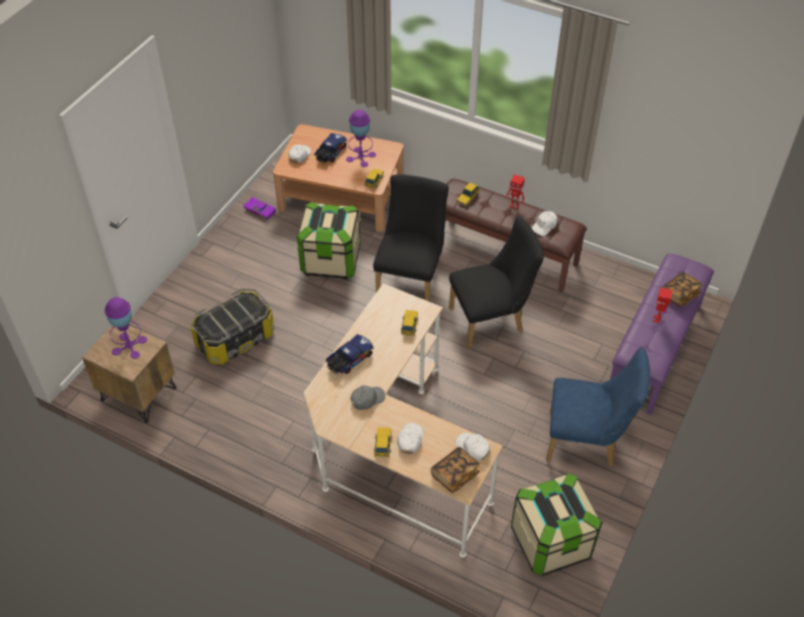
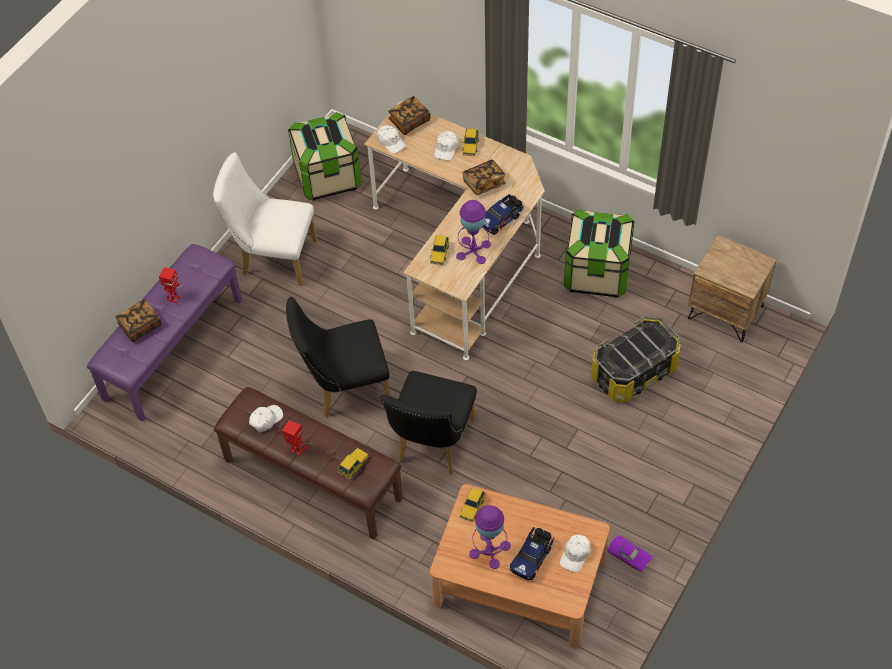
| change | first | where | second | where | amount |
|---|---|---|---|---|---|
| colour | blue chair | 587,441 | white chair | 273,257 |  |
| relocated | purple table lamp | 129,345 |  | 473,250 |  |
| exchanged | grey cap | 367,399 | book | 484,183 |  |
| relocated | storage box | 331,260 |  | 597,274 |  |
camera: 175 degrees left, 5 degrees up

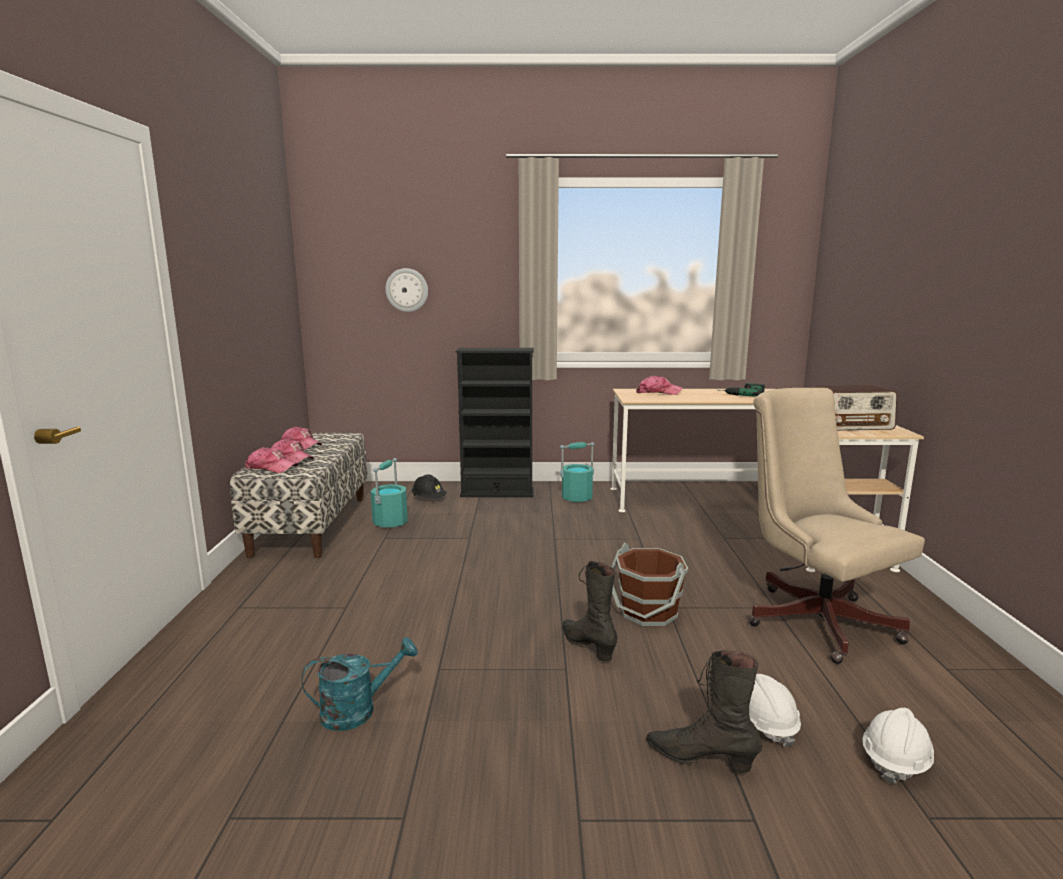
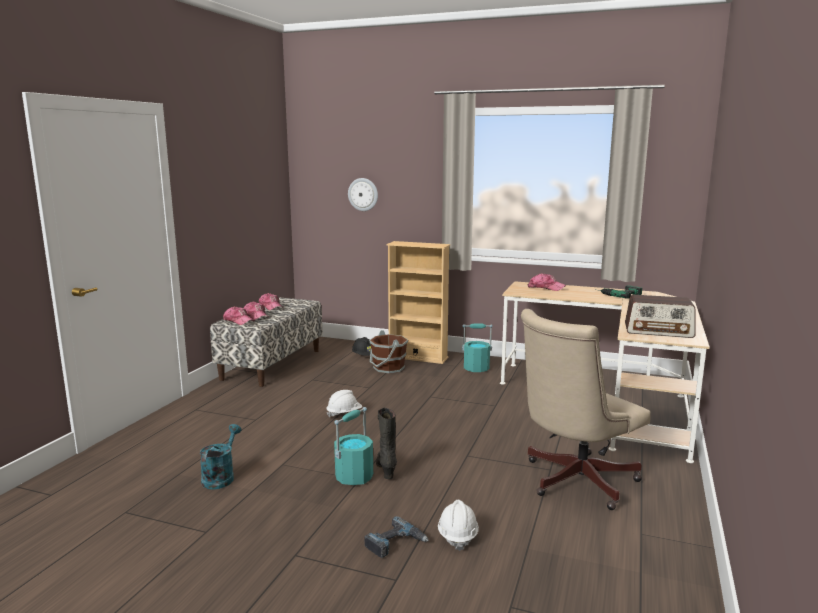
| change | first | where | second | where | amount |
|---|---|---|---|---|---|
| spun | turquoise watering can | 358,710 |  | 221,477 | 75 degrees counterclockwise |
| relocated | white hard hat | 895,761 |  | 344,413 |  |
| relocated | turquoise bucket | 390,522 |  | 354,476 |  |
| exchanged | black boot | 700,758 | power drill | 395,543 |  |
| relocated | brown bucket | 648,612 |  | 388,368 |  |
| colour | black bookcase | 497,493 | beige bookcase | 418,357 |  |
| spun | beige office chair | 813,617 |  | 574,481 | 120 degrees counterclockwise |
camera: 20 degrees right, 0 degrees up

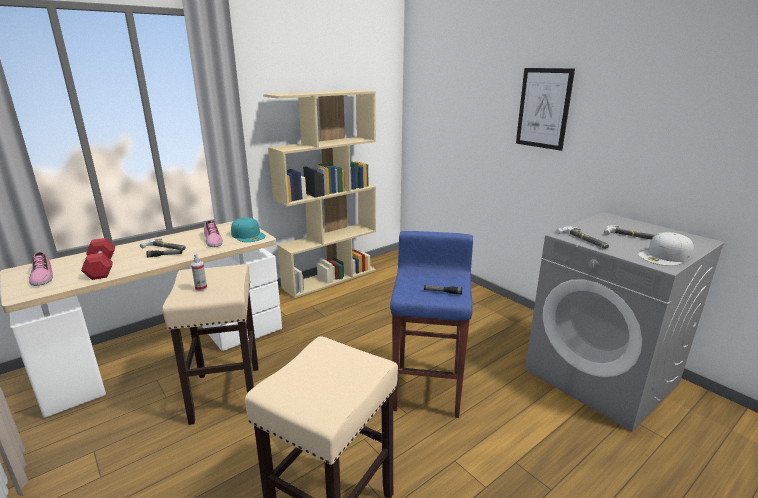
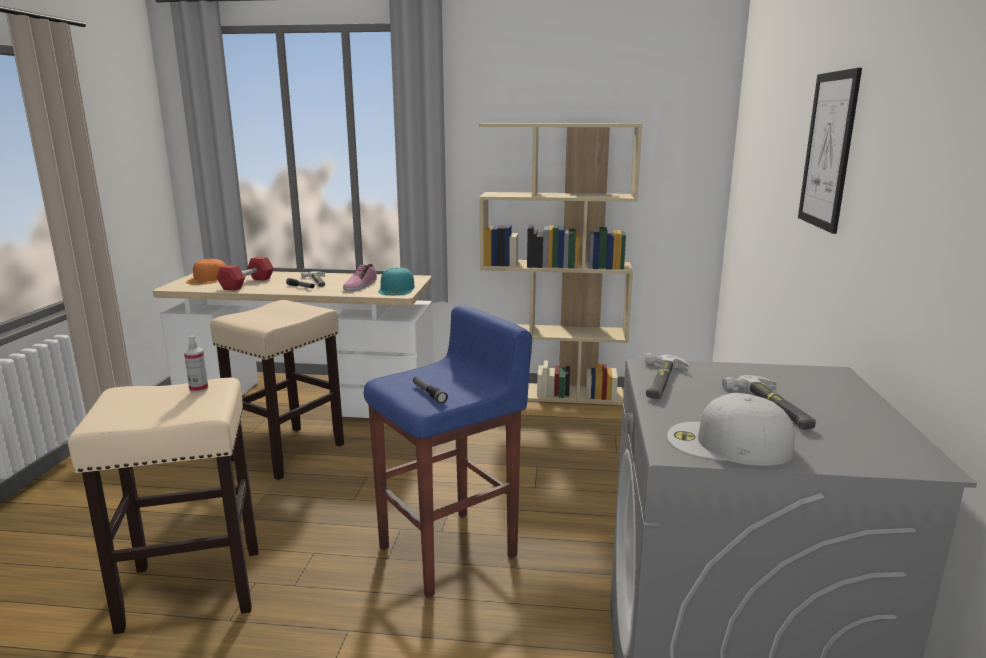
| change | first | where | second | where | amount |
|---|---|---|---|---|---|
| relocated | spray bottle | 201,288 |  | 199,389 |  |
| exchanged | shoe | 41,276 | orange cap | 208,279 |  |
camera: 45 degrees right, 5 degrees down

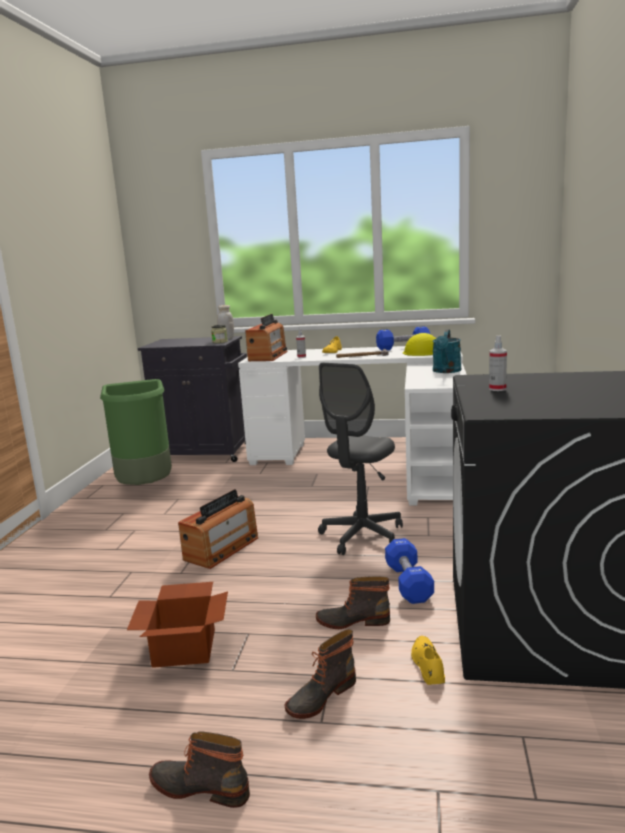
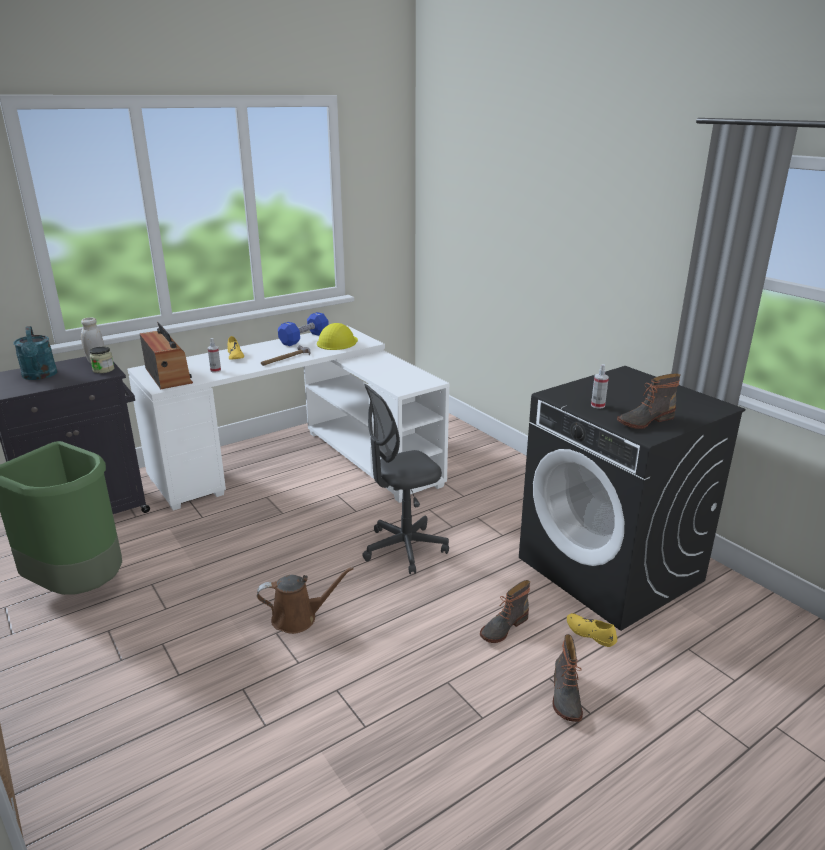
| change | first | where | second | where | amount |
|---|---|---|---|---|---|
| relocated | turquoise watering can | 446,371 |  | 40,376 |  |
| exchanged | radio | 222,548 | brown watering can | 299,618 |  |
| spun | grey office chair | 362,536 |  | 404,548 | 75 degrees clockwise |
| relocated | boot | 201,786 |  | 644,420 |  |
| missing | cardboard box | 186,646 |  |  |  |
| missing | blue dumbbell | 408,583 |  |  |  |
camera: 45 degrees left, 10 degrees up

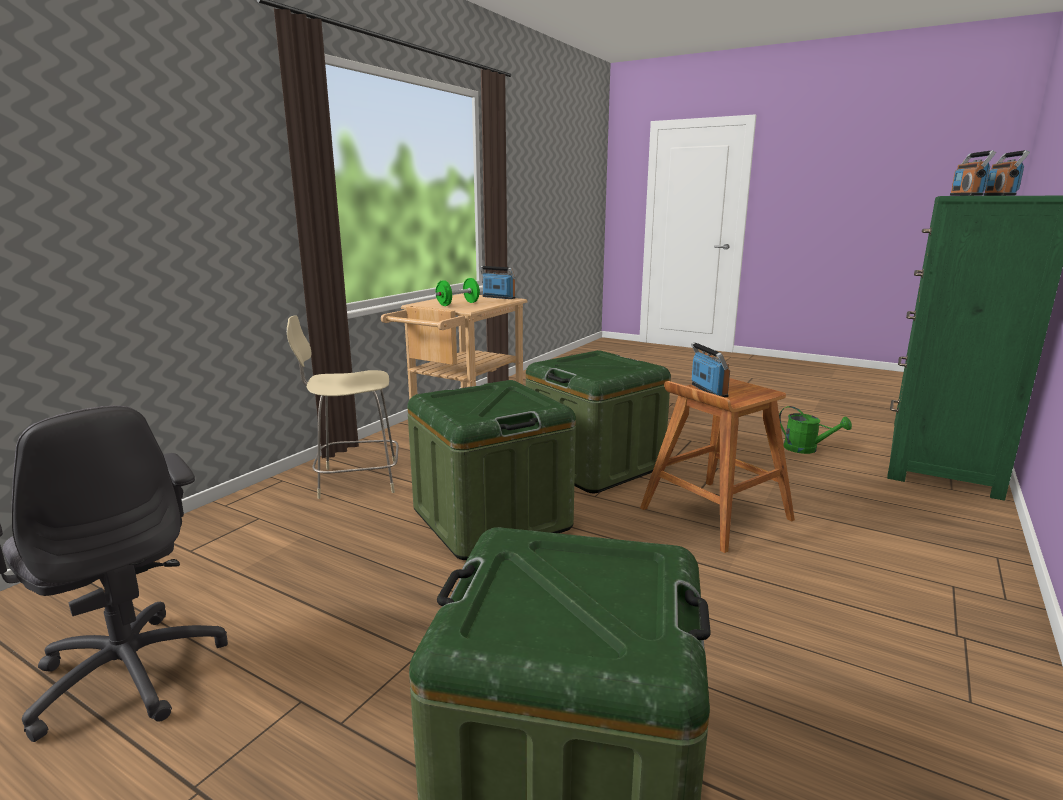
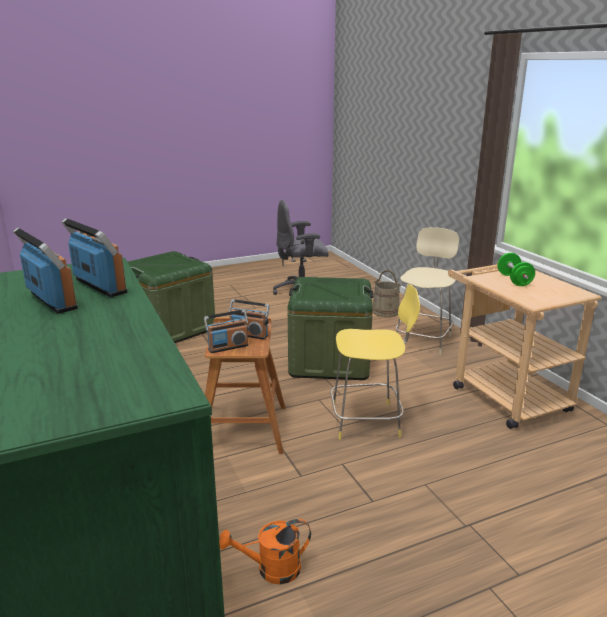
| change | first | where | second | where | amount |
|---|---|---|---|---|---|
| relocated | radio | 498,297 |  | 228,347 |  |
| colour | green watering can | 806,449 | orange watering can | 271,570 |  |
| exchanged | green storage box | 594,464 | yellow stool | 368,421 |  |
| appeared |  |  | beige bucket | 385,312 |  |
camera: 125 degrees right, 5 degrees up

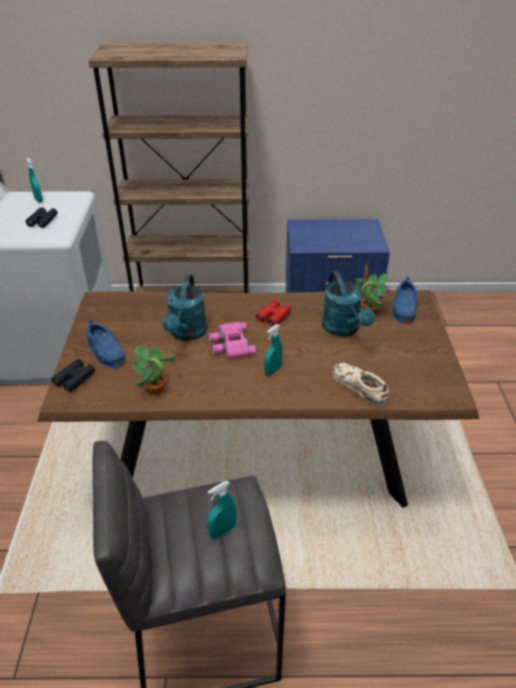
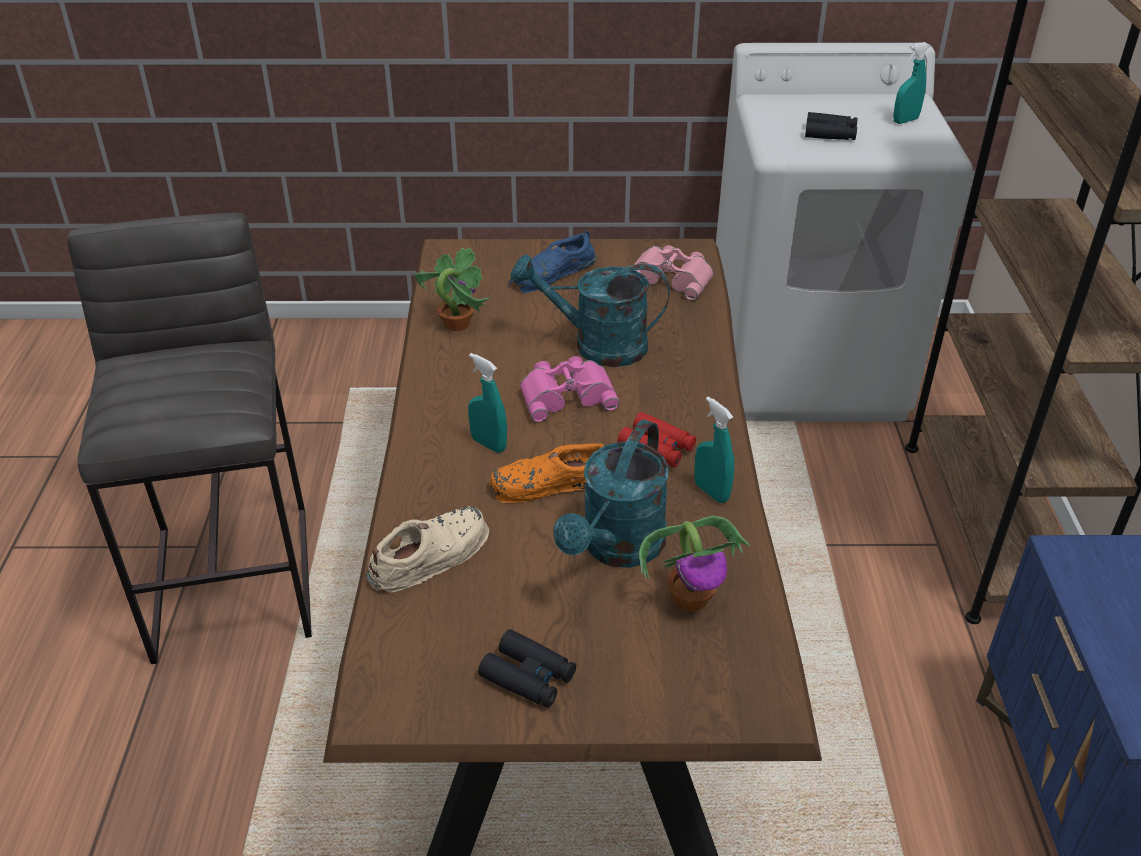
| change | first | where | second | where | amount |
|---|---|---|---|---|---|
| relocated | black binoculars | 75,378 |  | 528,676 |  |
| appeared |  |  | orange shoe | 550,484 |  |
| spun | turquoise watering can | 344,329 |  | 617,549 | 45 degrees counterclockwise |
| appeared |  |  | pink binoculars | 672,277 |  |
| relocated | turquoise spray bottle | 222,531 |  | 711,492 |  |
| missing | blue shoe | 404,307 |  |  |  |
camera: 90 degrees right, 0 degrees up

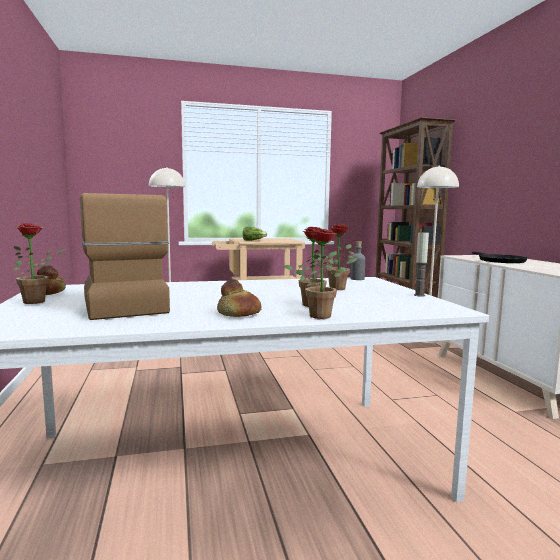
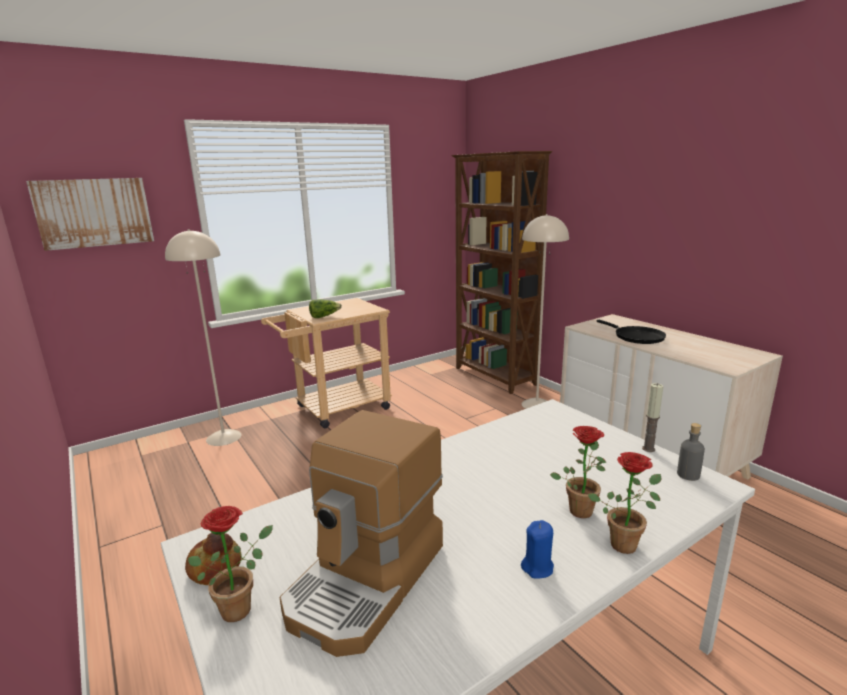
| change | first | where | second | where | amount |
|---|---|---|---|---|---|
| appeared |  |  | picture | 94,212 |  |
| spun | coffee machine | 121,304 |  | 368,580 | 105 degrees counterclockwise |
| exchanged | bread | 238,314 | blue candle | 537,567 |  |
| relocated | grey bottle | 357,279 |  | 688,475 |  |
| missing | potted plant | 337,288 |  |  |  |
camera: 20 degrees left, 10 degrees up

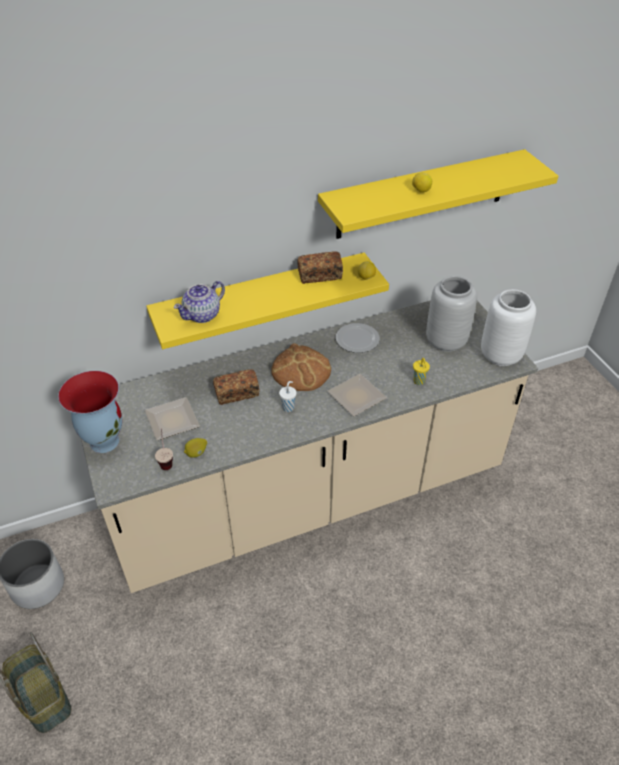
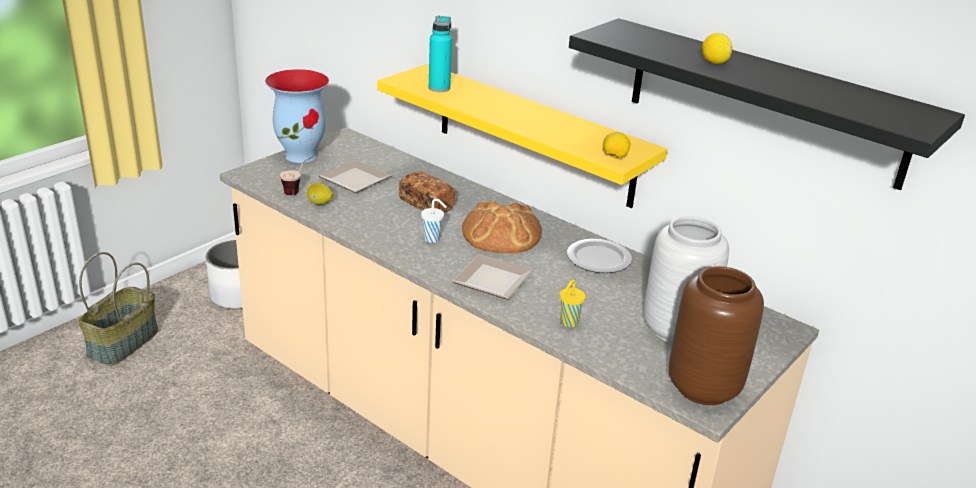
| change | first | where | second | where | amount |
|---|---|---|---|---|---|
| exchanged | teapot | 202,315 | turquoise bottle | 439,88 |  |
| colour | yellow shelf | 422,195 | black shelf | 764,102 |  |
| colour | white vase | 499,356 | brown vase | 702,387 |  |
| missing | bread | 319,275 |  |  |  |
camera: 60 degrees right, 15 degrees down

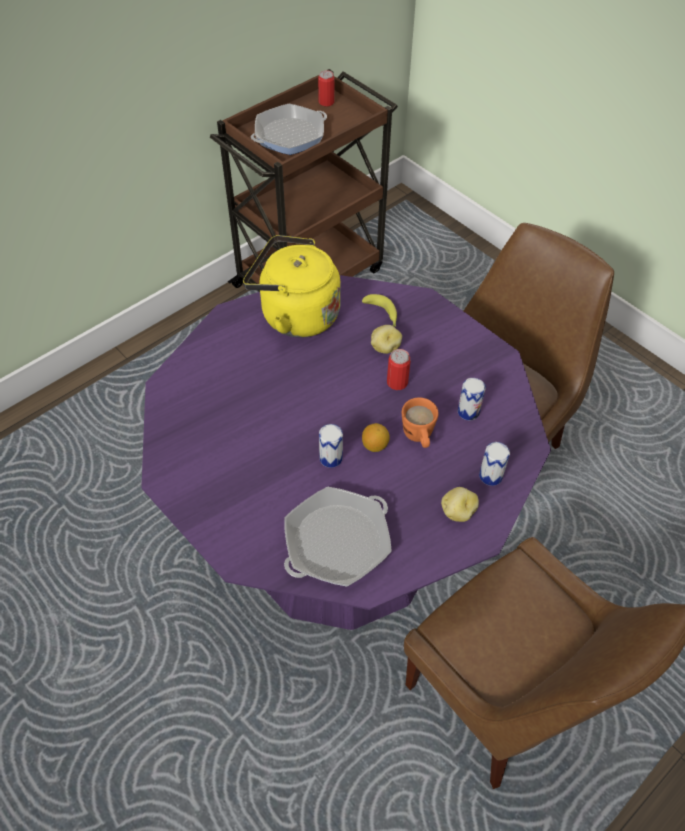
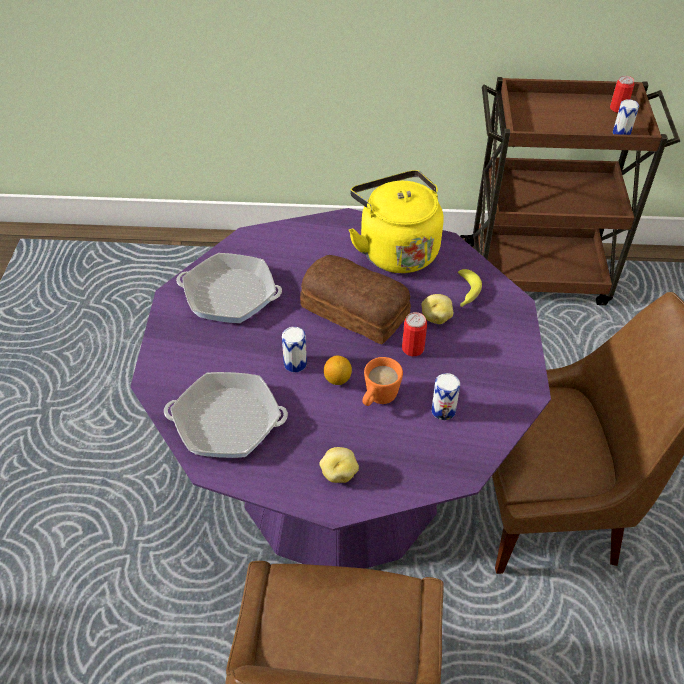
| change | first | where | second | where | amount |
|---|---|---|---|---|---|
| relocated | frying pan | 289,135 |  | 230,295 |  |
| appeared |  |  | bread | 354,308 |  |
| relocated | can | 490,476 |  | 621,133 |  |
camera: 45 degrees right, 5 degrees down

